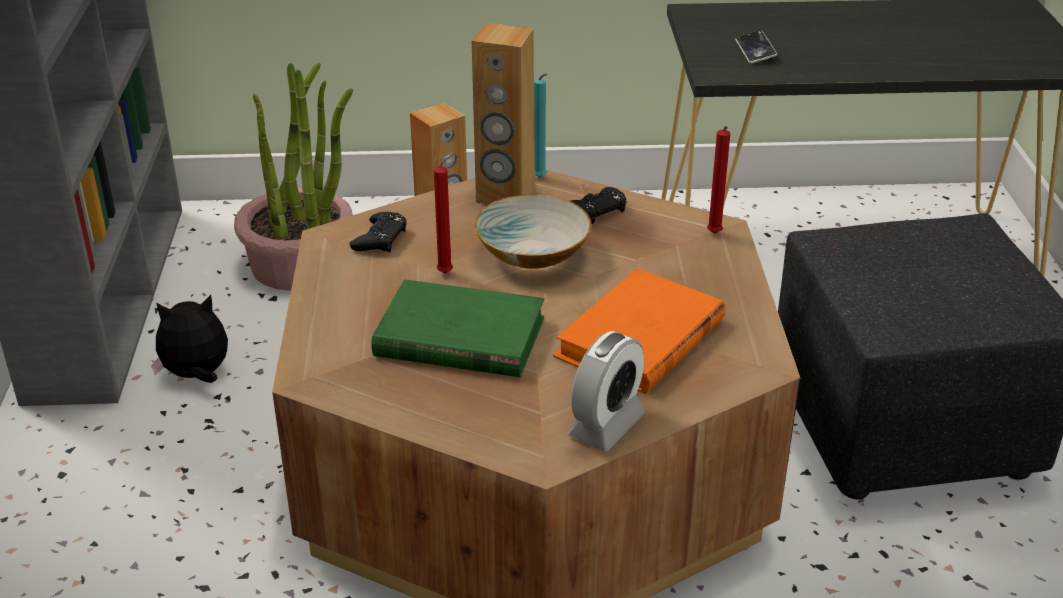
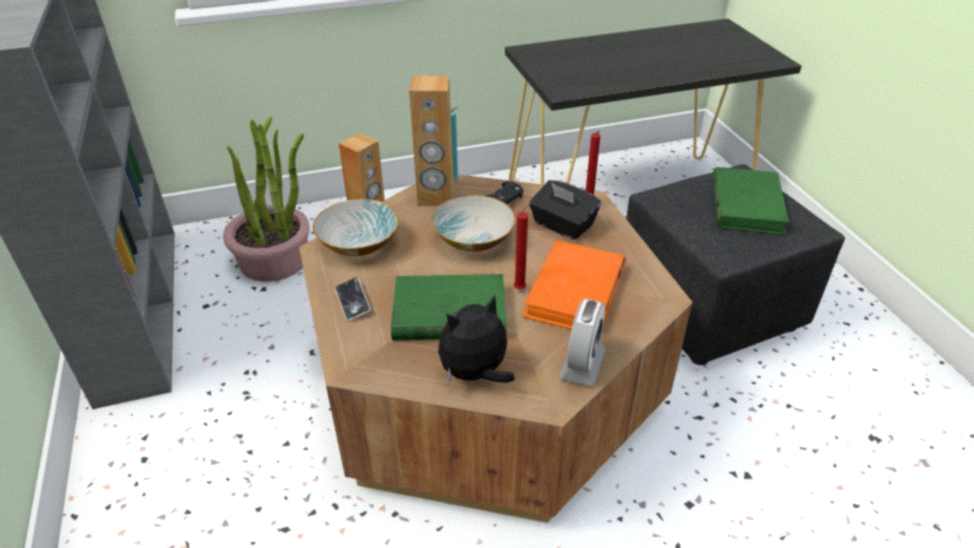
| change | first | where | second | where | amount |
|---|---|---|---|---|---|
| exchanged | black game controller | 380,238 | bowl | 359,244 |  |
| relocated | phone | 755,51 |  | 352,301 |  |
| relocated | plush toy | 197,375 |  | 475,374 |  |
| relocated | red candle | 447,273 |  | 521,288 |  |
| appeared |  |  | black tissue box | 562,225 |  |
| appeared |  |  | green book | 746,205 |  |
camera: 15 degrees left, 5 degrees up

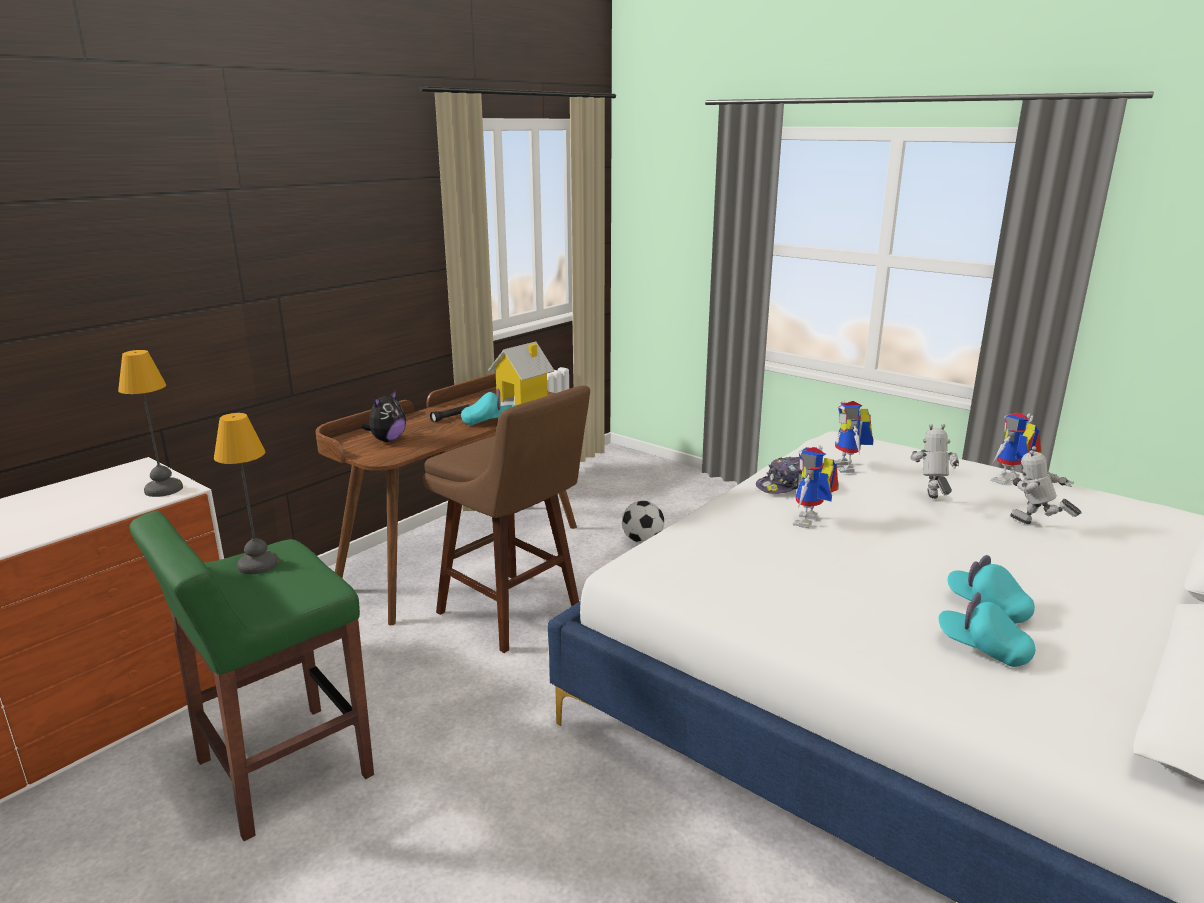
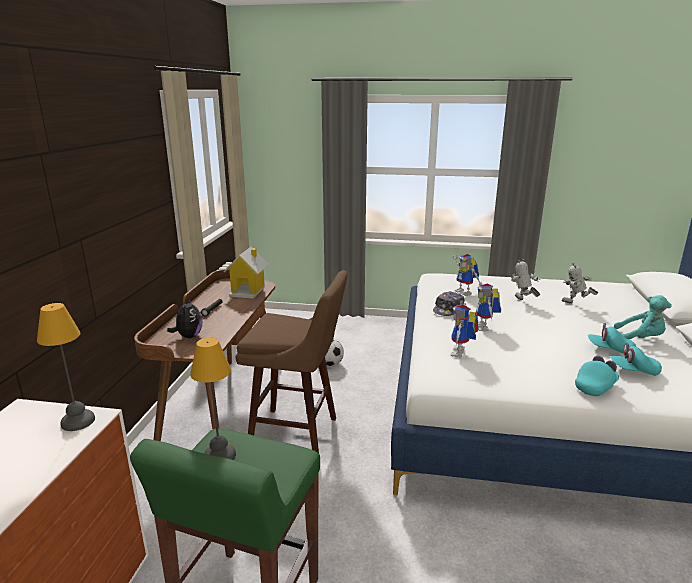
| change | first | where | second | where | amount |
|---|---|---|---|---|---|
| relocated | toy robot | 1008,481 |  | 461,353 |  |
| relocated | turquoise cap | 489,421 |  | 595,386 |  |
| appeared |  |  | turquoise plush toy | 640,339 |  |
camera: 30 degrees left, 0 degrees up

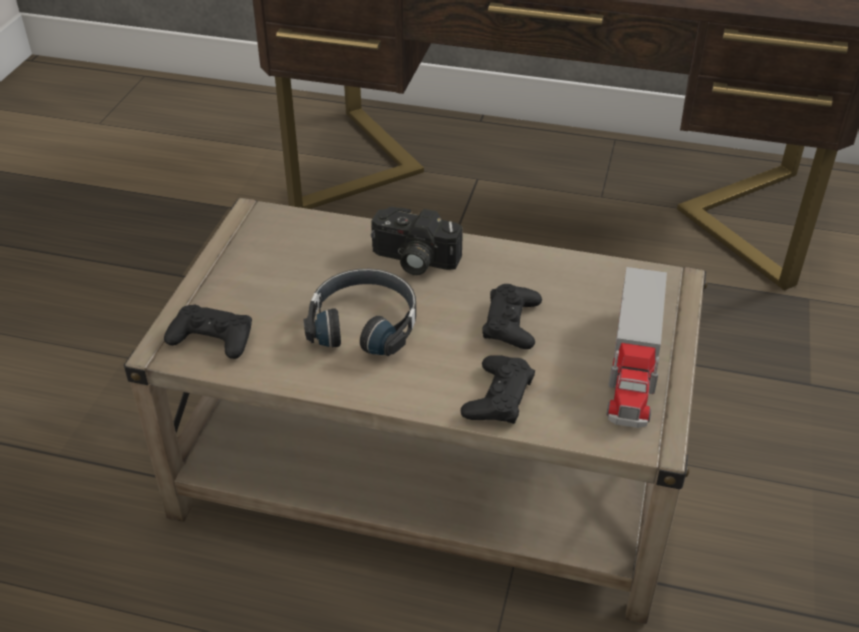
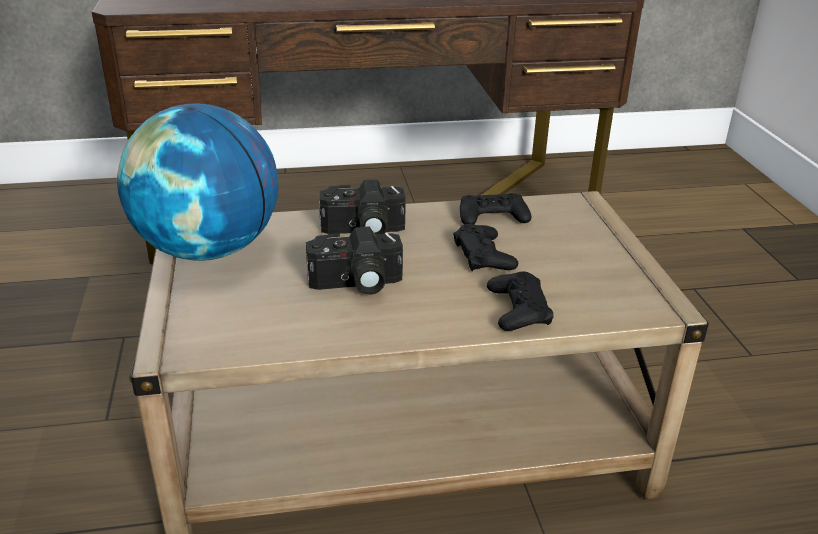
| change | first | where | second | where | amount |
|---|---|---|---|---|---|
| appeared |  |  | globe | 208,250 |  |
| exchanged | black headphones | 364,323 | photo camera | 356,284 |  |
| relocated | black game controller | 212,338 |  | 492,217 |  |
| missing | toy truck | 633,364 |  |  |  |
camera: 25 degrees left, 10 degrees down

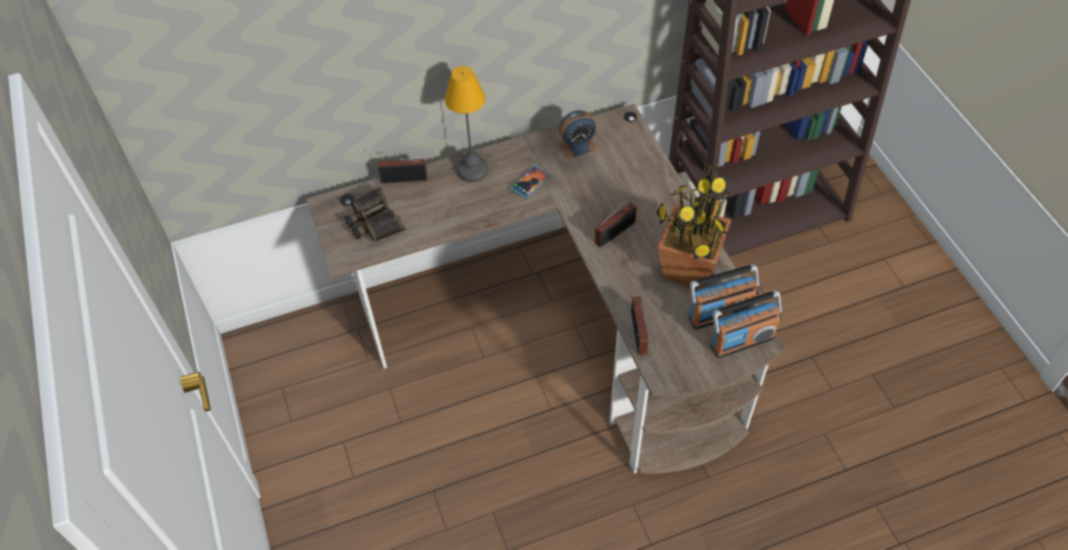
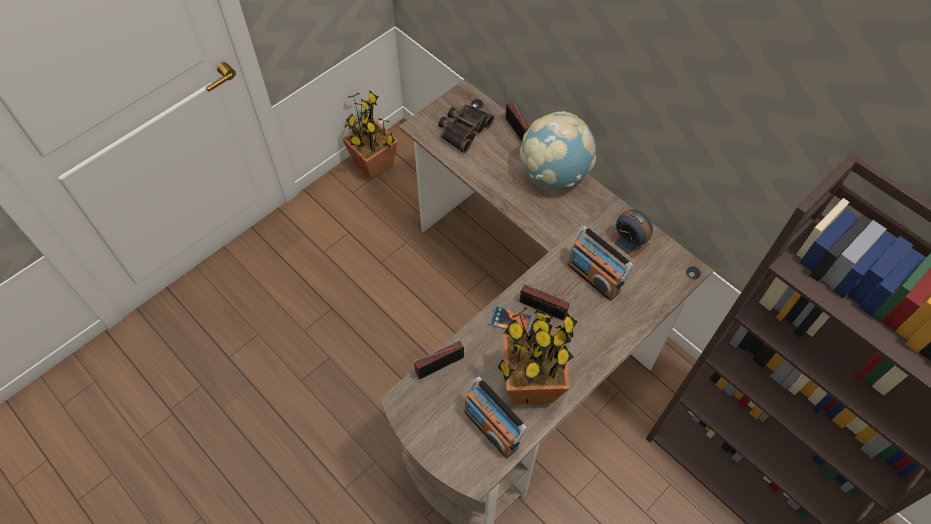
| change | first | where | second | where | amount |
|---|---|---|---|---|---|
| appeared |  |  | potted plant | 374,165 |  |
| relocated | phone | 530,183 |  | 511,321 |  |
| exchanged | table lamp | 471,169 | globe | 555,173 |  |
| relocated | radio | 742,341 |  | 594,277 |  |
camera: 65 degrees right, 5 degrees up

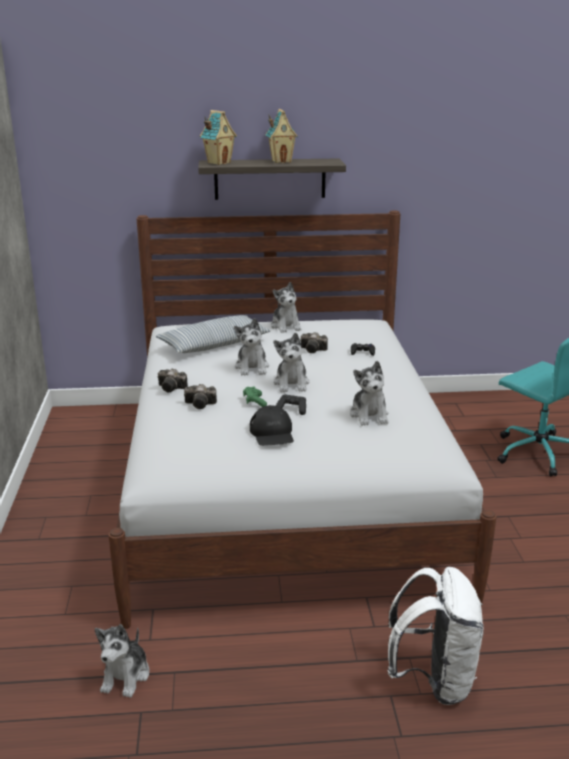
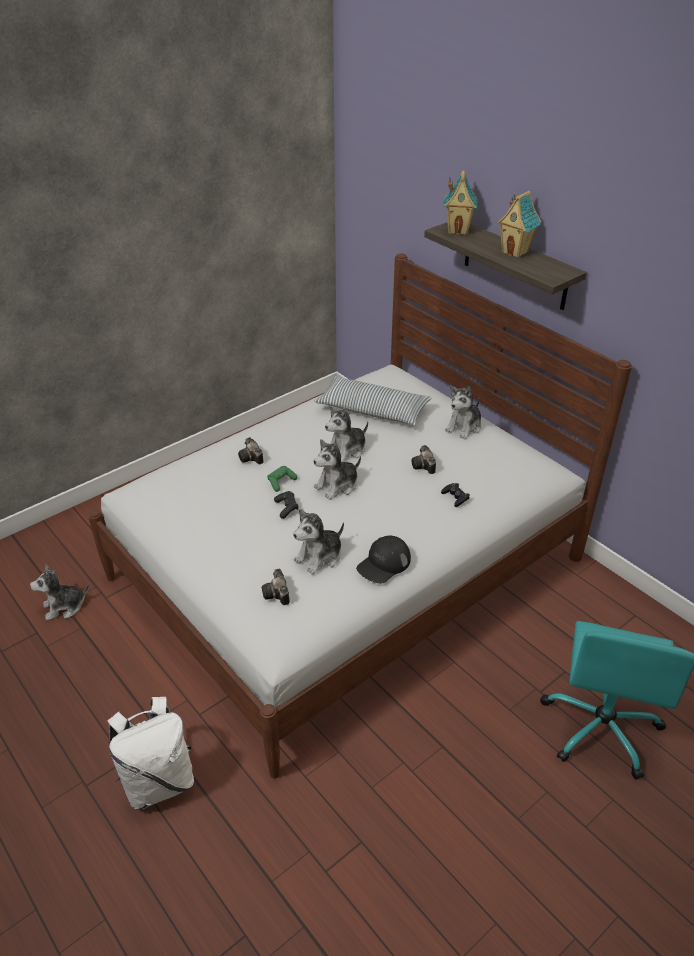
| change | first | where | second | where | amount |
|---|---|---|---|---|---|
| relocated | photo camera | 172,388 |  | 277,594 |  |
| relocated | black cap | 272,433 |  | 384,563 |  |
camera: 55 degrees right, 15 degrees up

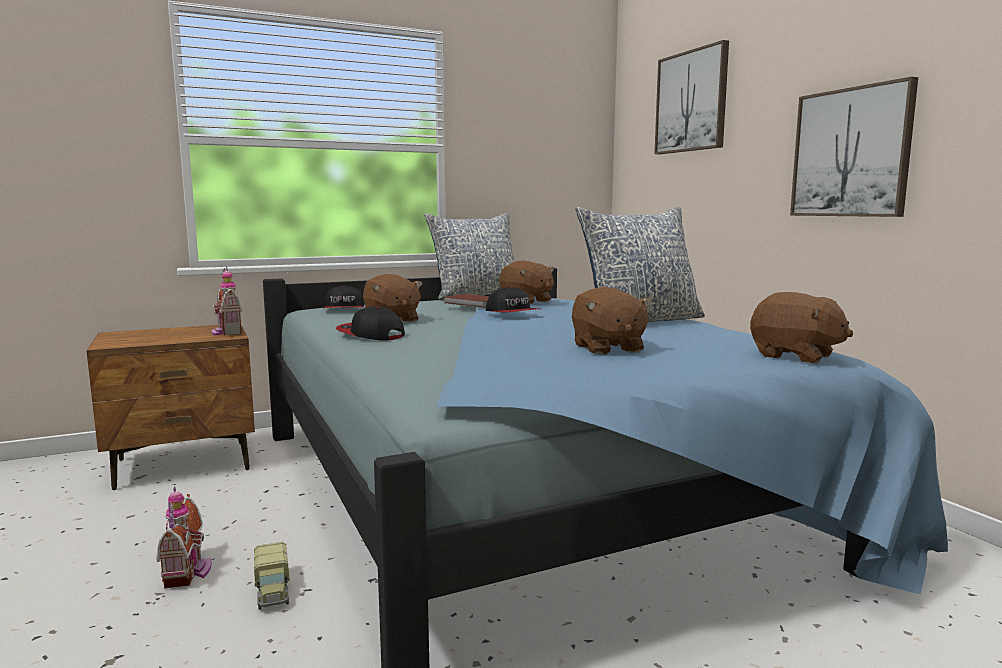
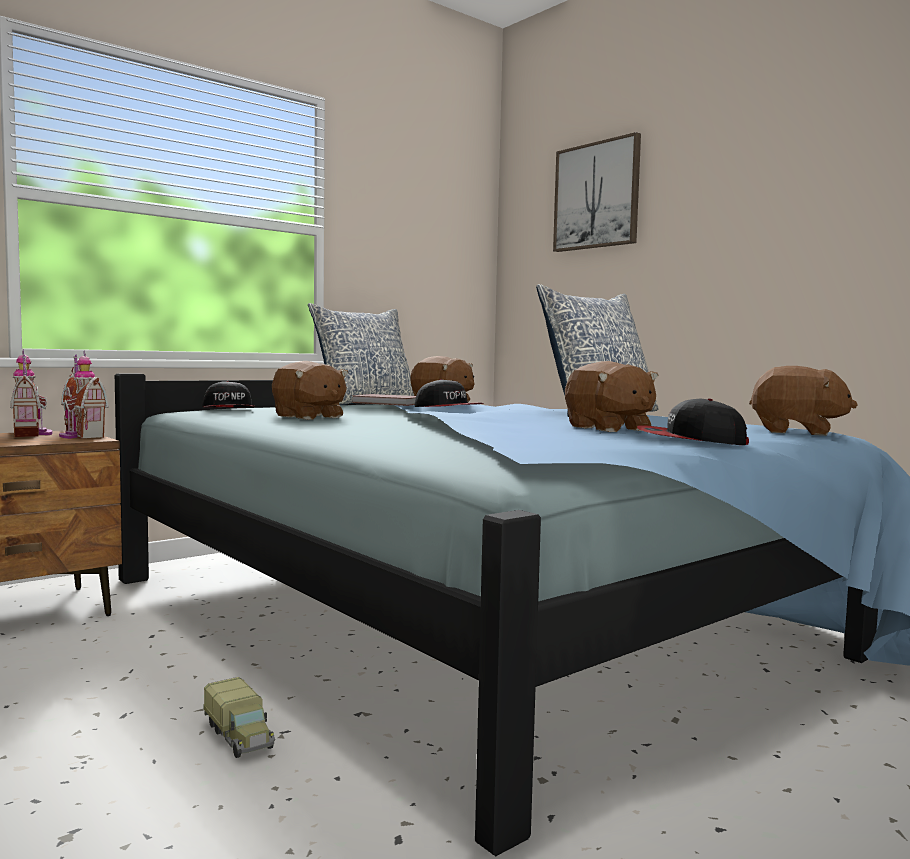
| change | first | where | second | where | amount |
|---|---|---|---|---|---|
| relocated | toy house | 189,572 |  | 32,434 |  |
| relocated | cap | 370,334 |  | 690,440 |  |
| missing | picture | 851,153 |  |  |  |
camera: 15 degrees left, 5 degrees down

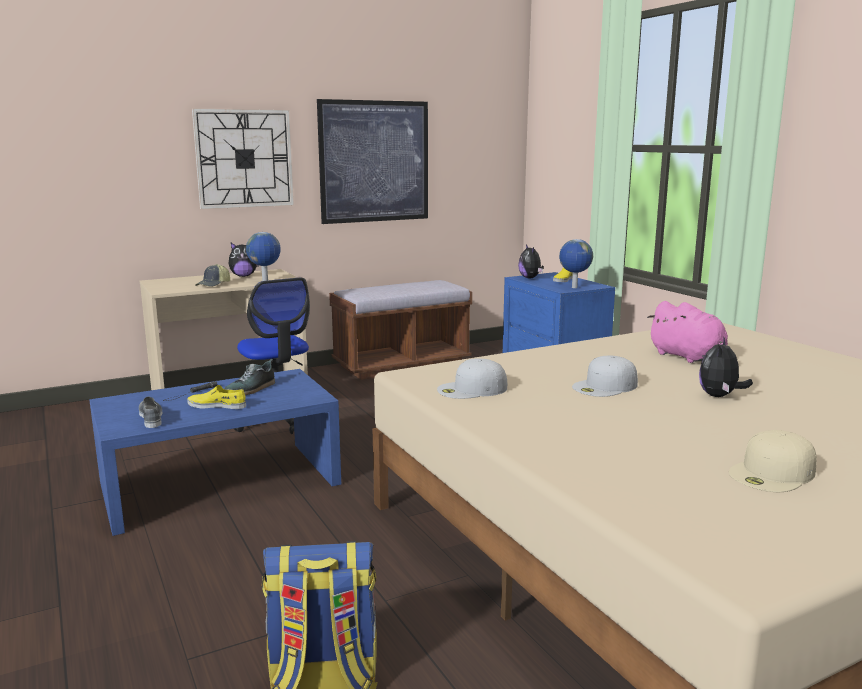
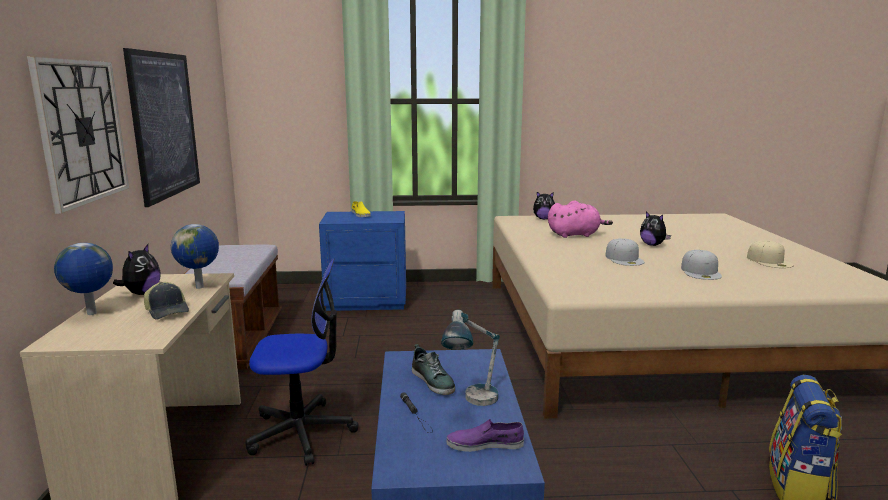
| change | first | where | second | where | amount |
|---|---|---|---|---|---|
| relocated | globe | 574,287 |  | 92,314 |  |
| exchanged | yellow shoe | 217,405 | table lamp | 472,403 |  |
| colour | grey shoe | 151,417 | purple shoe | 485,444 |  |
| relocated | plush toy | 530,278 |  | 544,219 |  |
| relocated | white cap | 472,389 |  | 701,272 |  |
camera: 65 degrees left, 0 degrees up

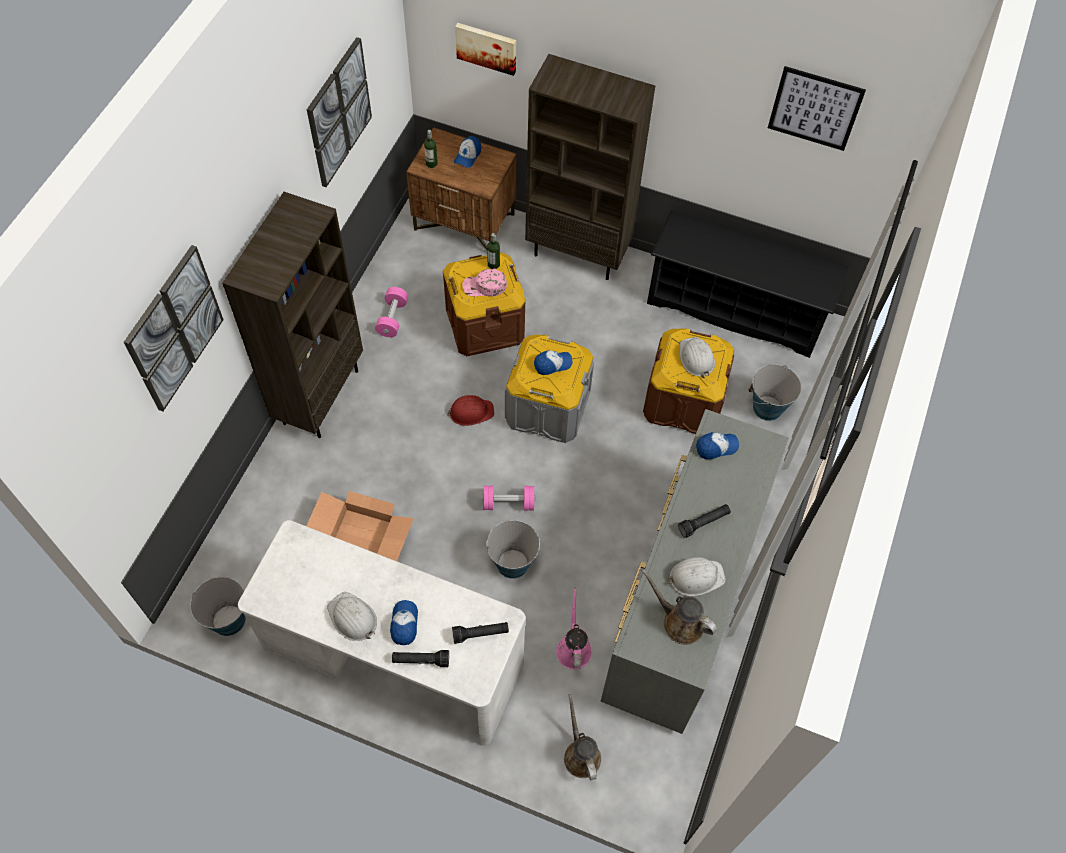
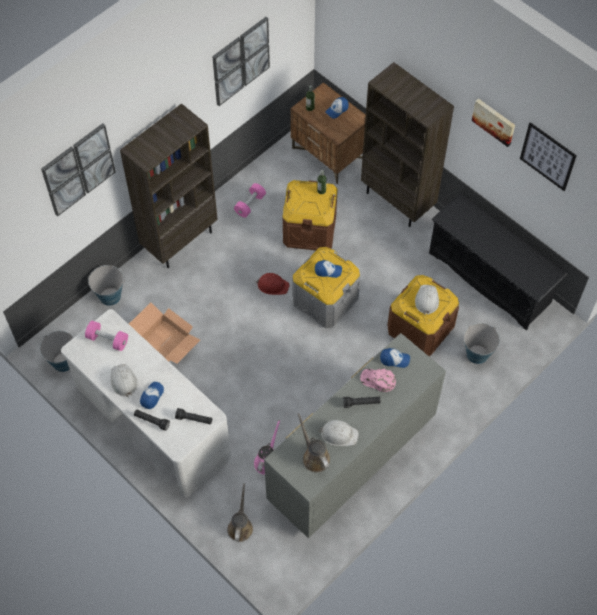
| change | first | where | second | where | amount |
|---|---|---|---|---|---|
| relocated | pink dumbbell | 508,503 |  | 107,340 |  |
| relocated | bucket | 512,563 |  | 110,296 |  |
| relocated | pink cap | 484,286 |  | 377,381 |  |
| relocated | picture | 487,47 |  | 494,121 |  |
camera: 25 degrees right, 0 degrees up

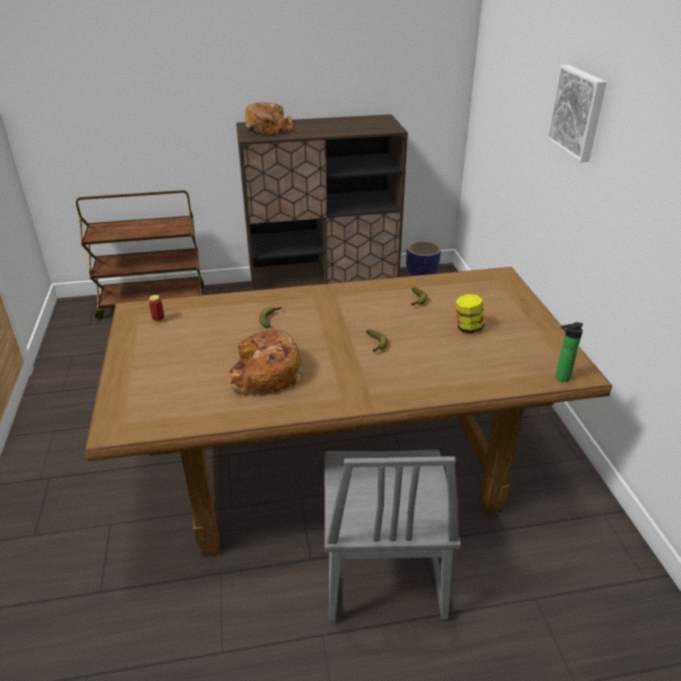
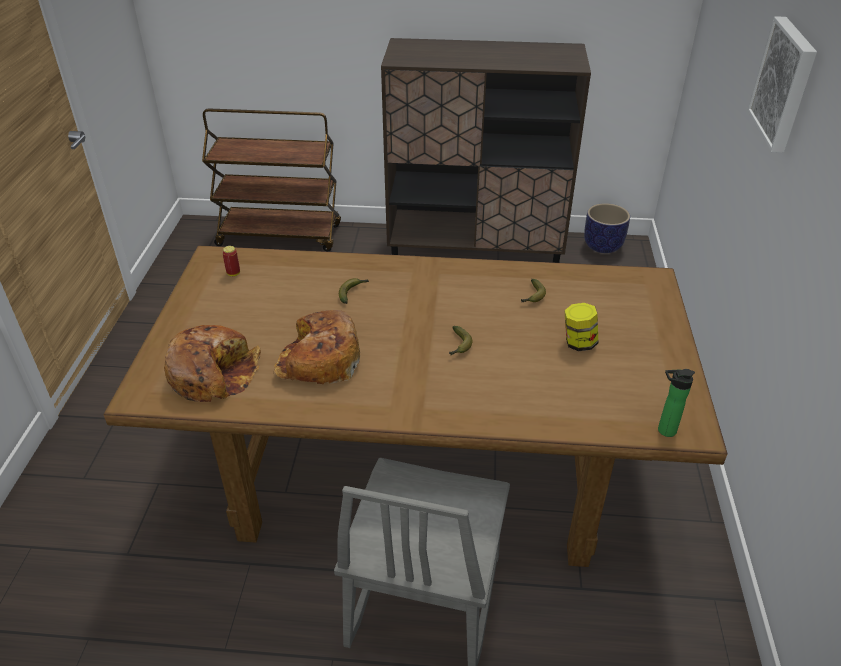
| change | first | where | second | where | amount |
|---|---|---|---|---|---|
| relocated | bread | 269,128 |  | 213,373 |  |
camera: 15 degrees right, 5 degrees up

